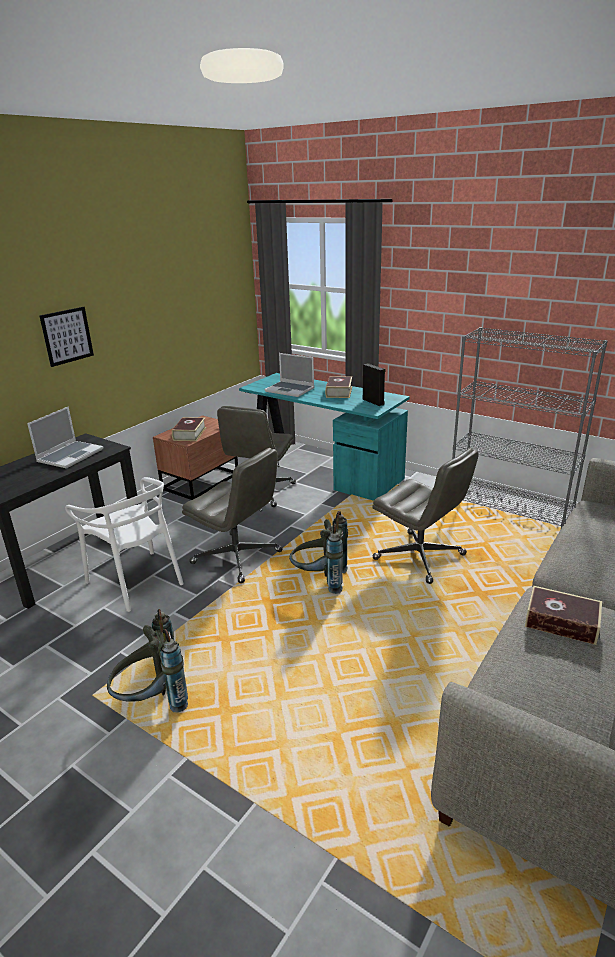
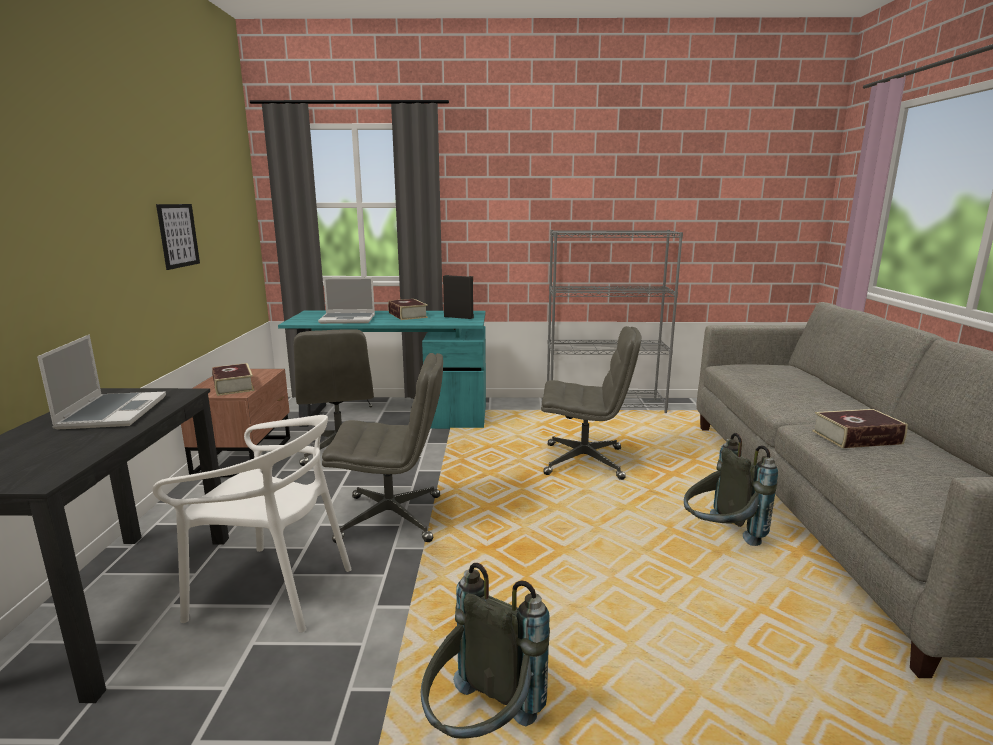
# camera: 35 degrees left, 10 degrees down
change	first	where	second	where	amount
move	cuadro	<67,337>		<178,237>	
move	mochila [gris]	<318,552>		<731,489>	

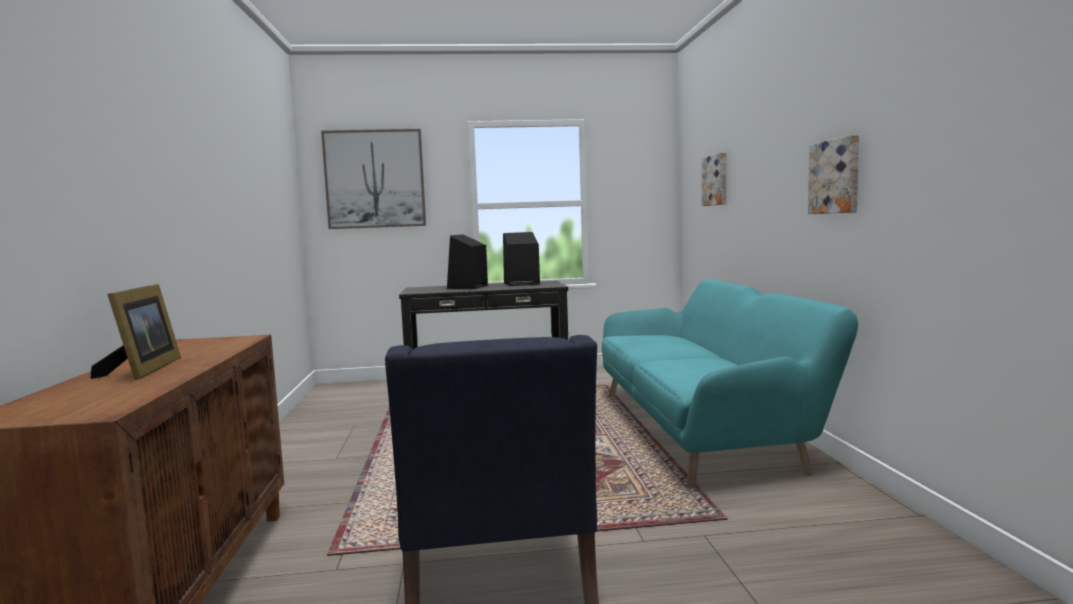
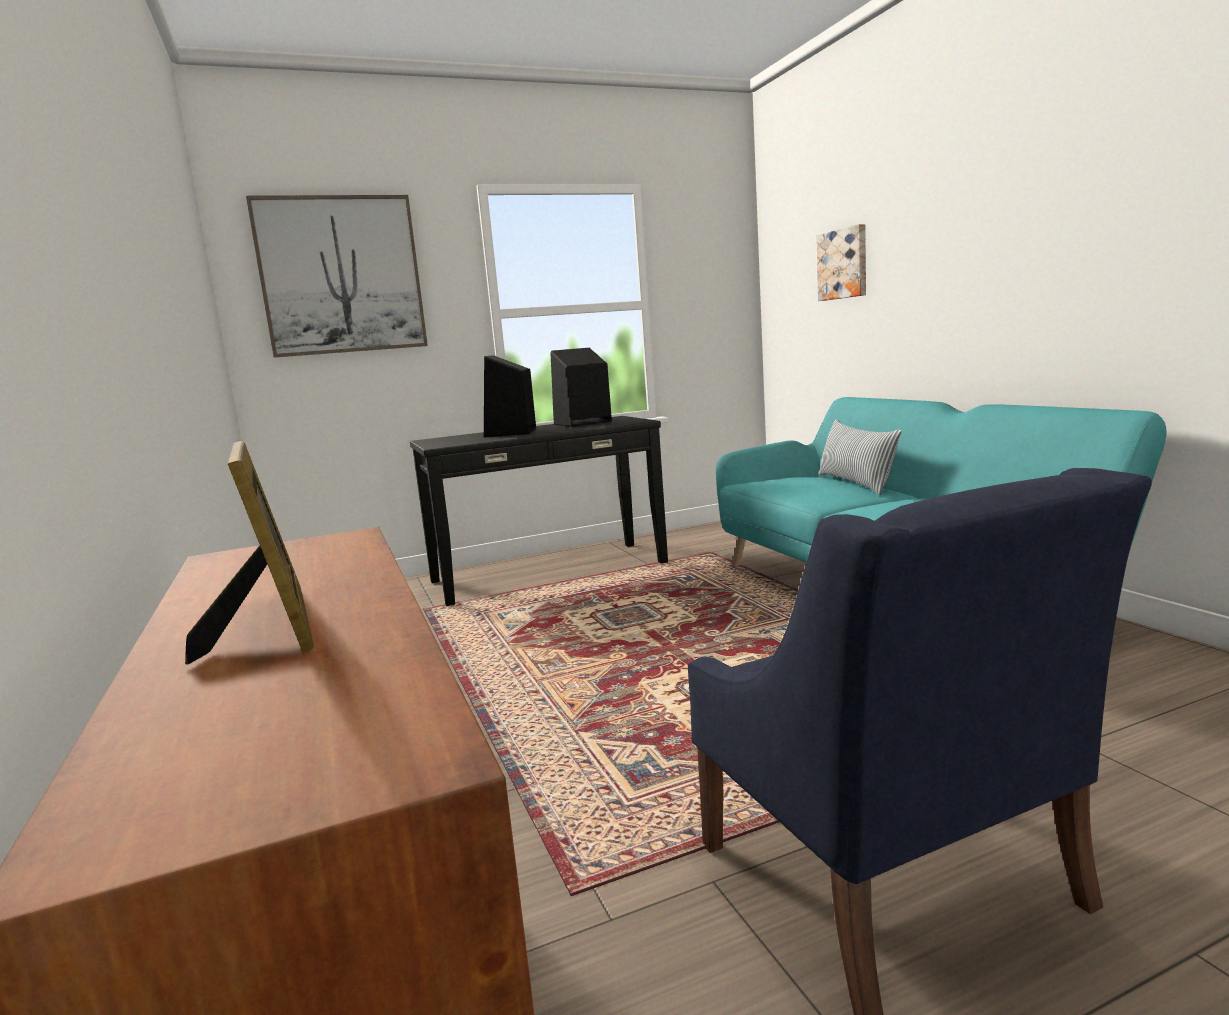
# camera: 15 degrees left, 5 degrees up
change	first	where	second	where	amount
delete	cuadro	<833,174>			
insert			cojín	<860,457>	

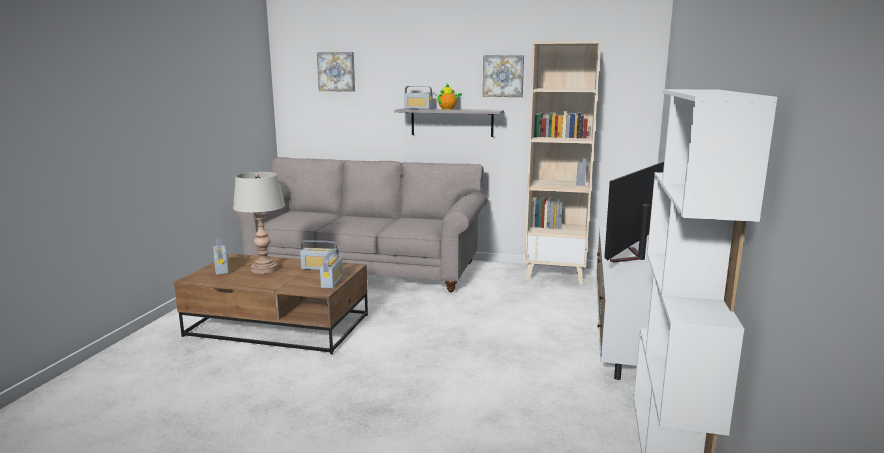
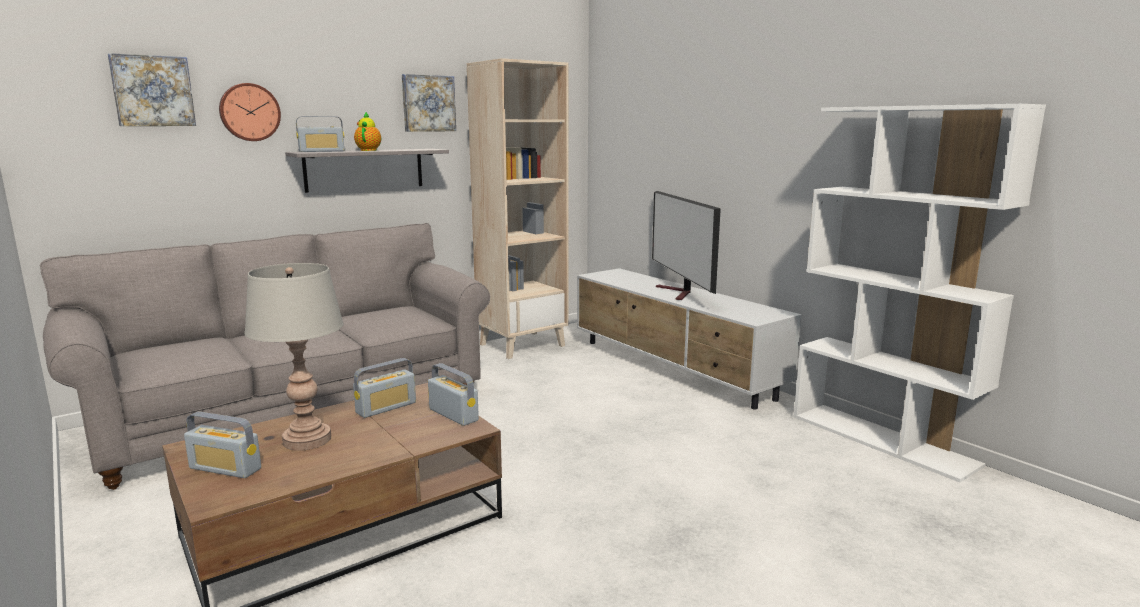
# camera: 50 degrees left, 0 degrees up
change	first	where	second	where	amount
insert			reloj de pared	<250,112>	

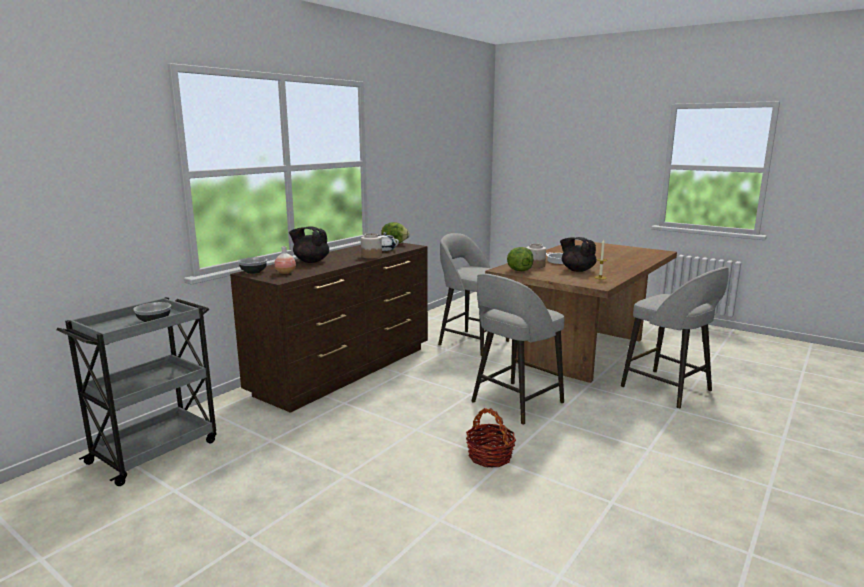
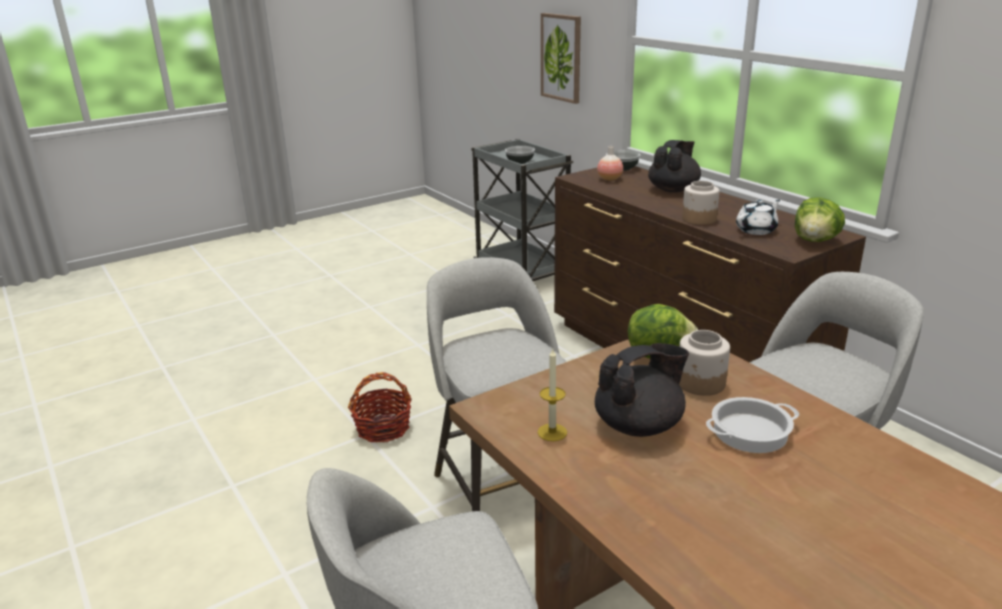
# camera: 110 degrees right, 10 degrees up
change	first	where	second	where	amount
insert			cuadro	<561,58>	

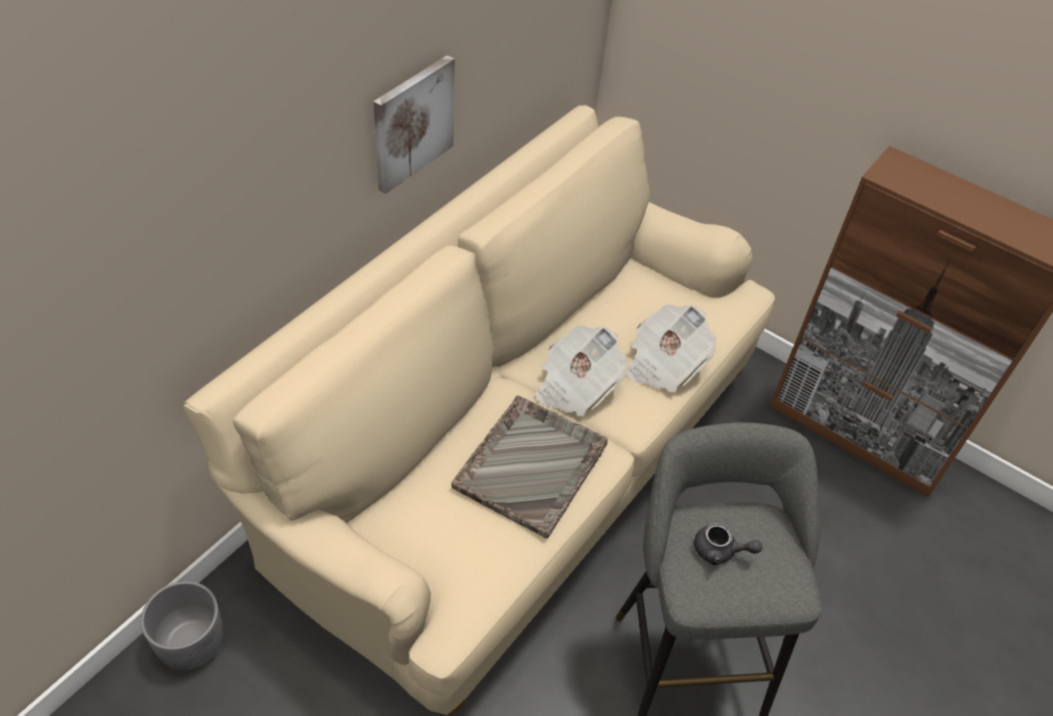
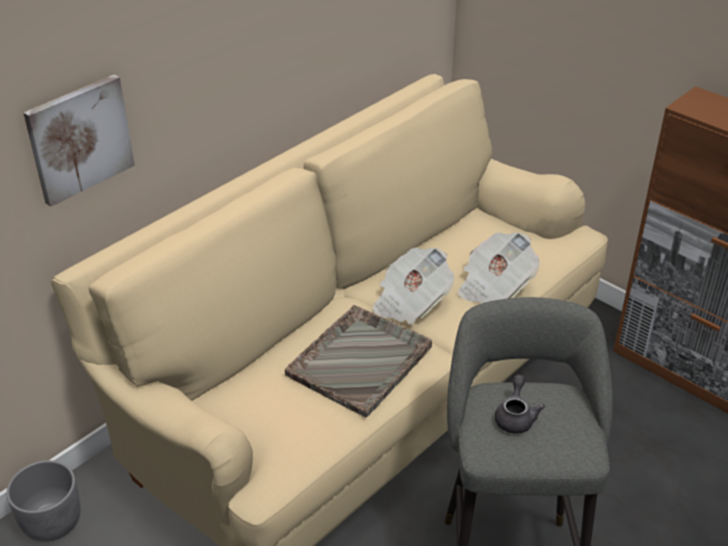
# camera: 10 degrees right, 10 degrees down
change	first	where	second	where	amount
move	cuadro	<414,124>		<79,141>	
rotate	tetera [gris]	<728,544>		<520,404>	105 degrees counterclockwise

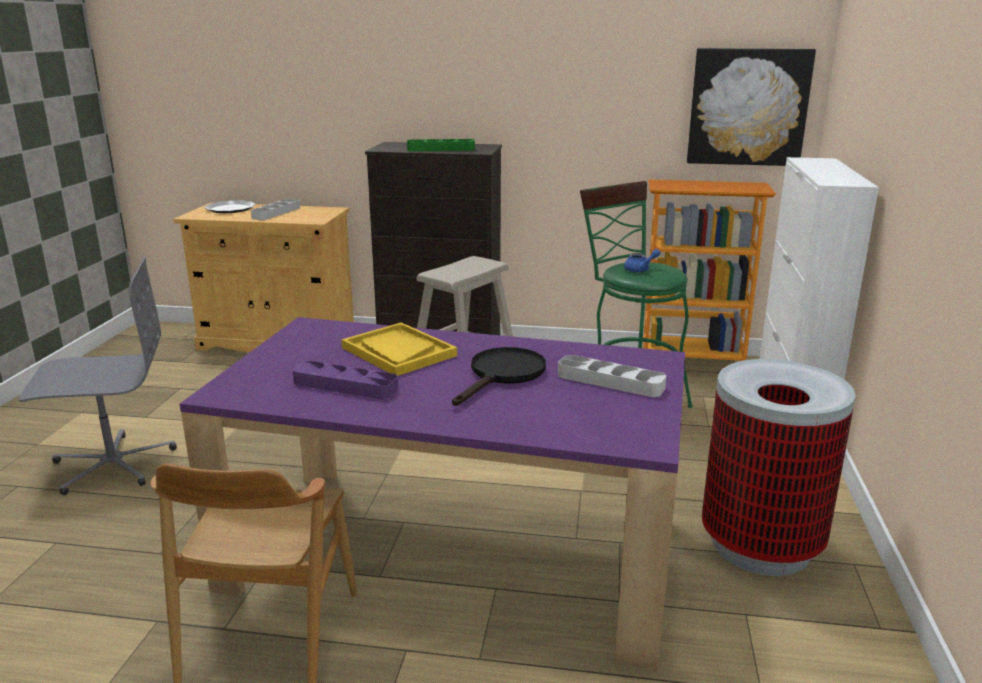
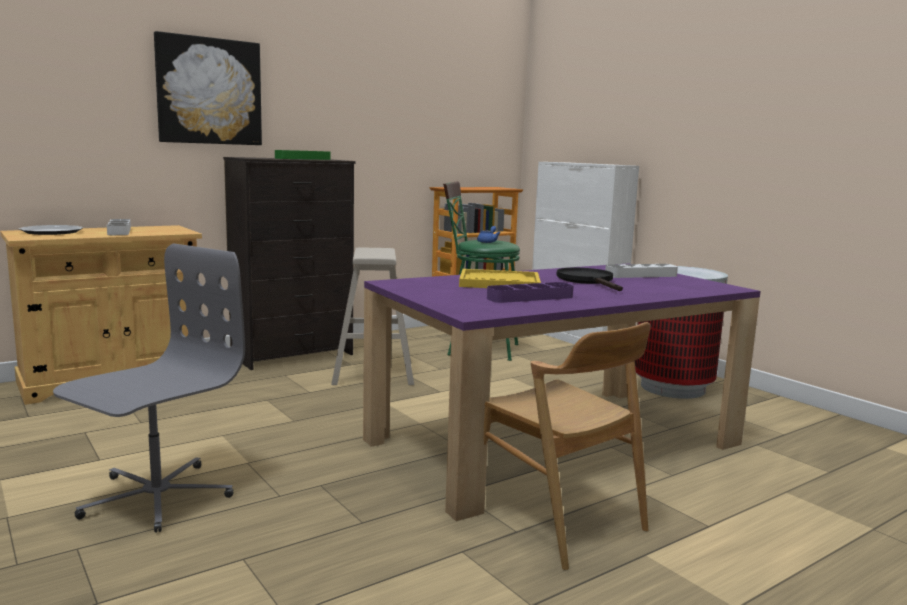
# camera: 45 degrees left, 10 degrees down
change	first	where	second	where	amount
move	cuadro	<751,107>		<208,88>	

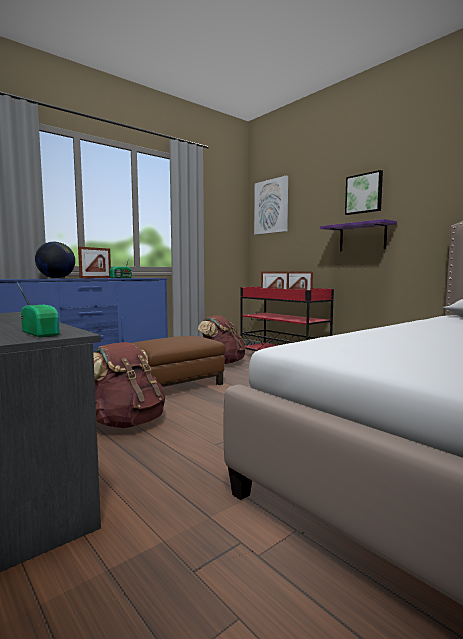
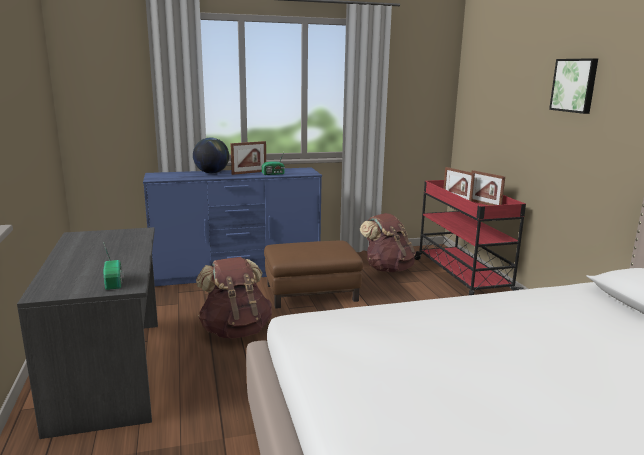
# camera: 25 degrees right, 10 degrees up
change	first	where	second	where	amount
delete	cuadro	<271,205>			
delete	estante [morado]	<358,235>			

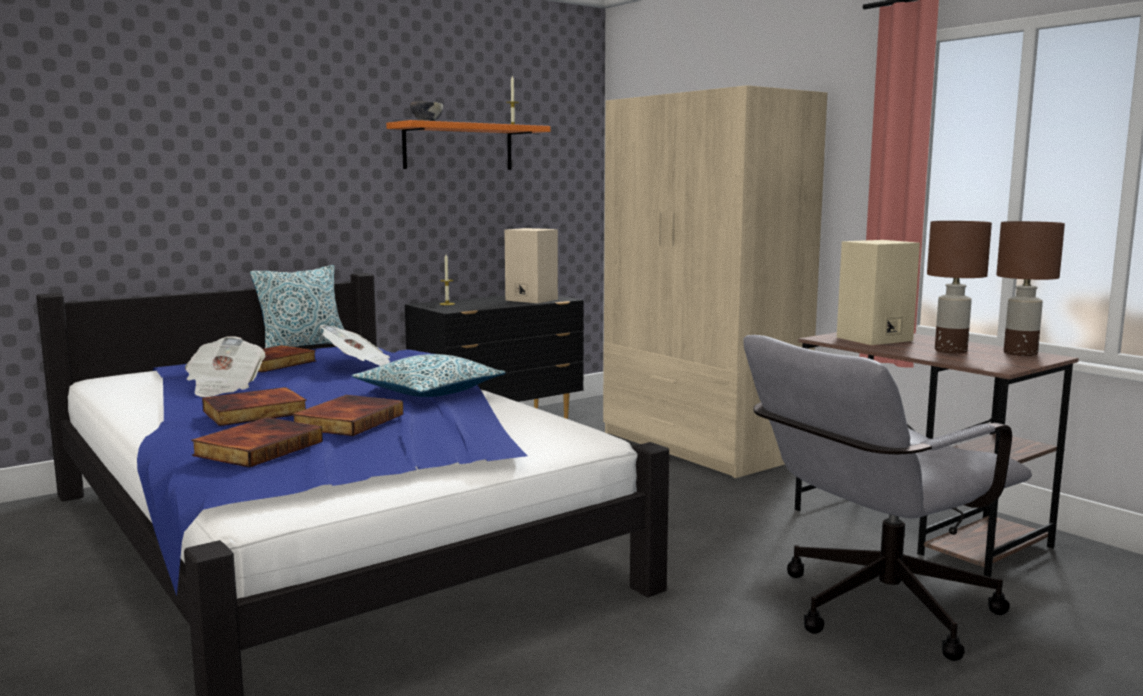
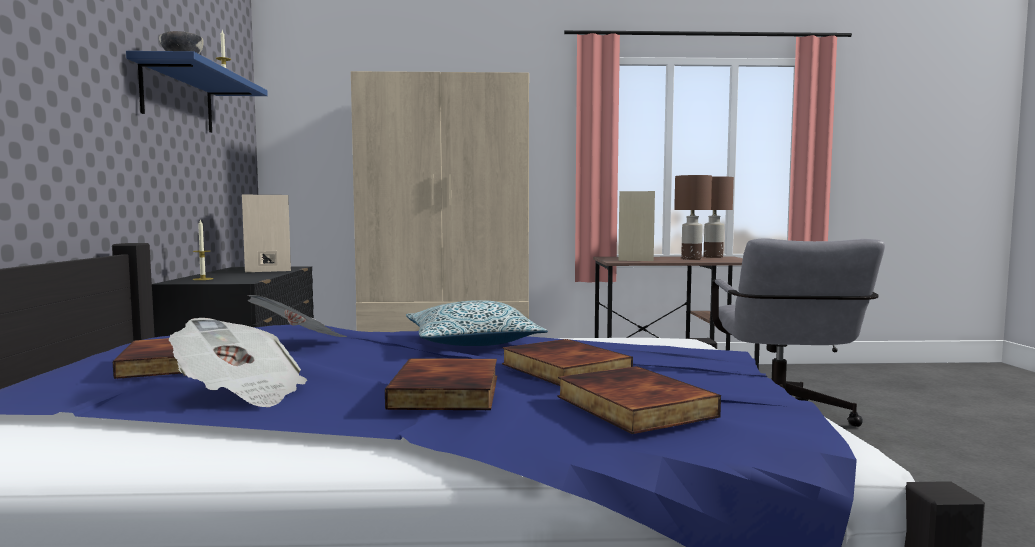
# camera: 55 degrees left, 5 degrees down
change	first	where	second	where	amount
delete	cojín	<297,306>			
recolor	estante [naranja]	<468,145>	estante [azul]	<197,92>	

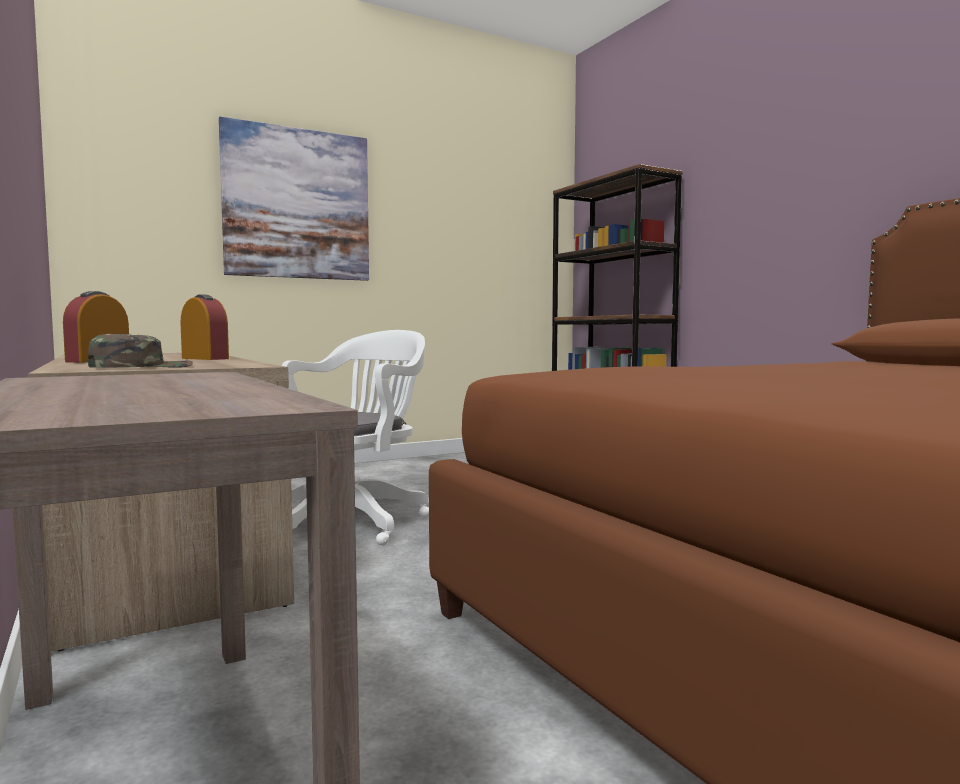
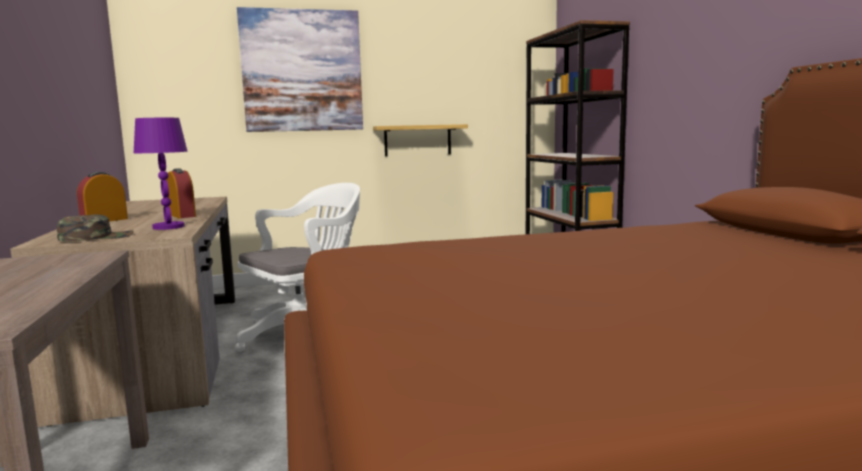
# camera: 15 degrees right, 5 degrees up
change	first	where	second	where	amount
insert			lámpara de mesa [morado]	<161,174>	
insert			estante	<420,140>	

